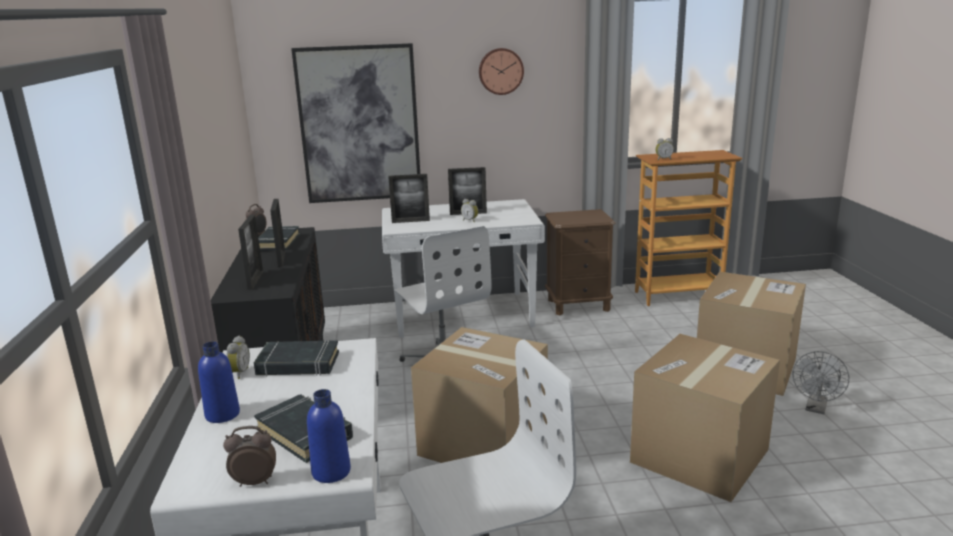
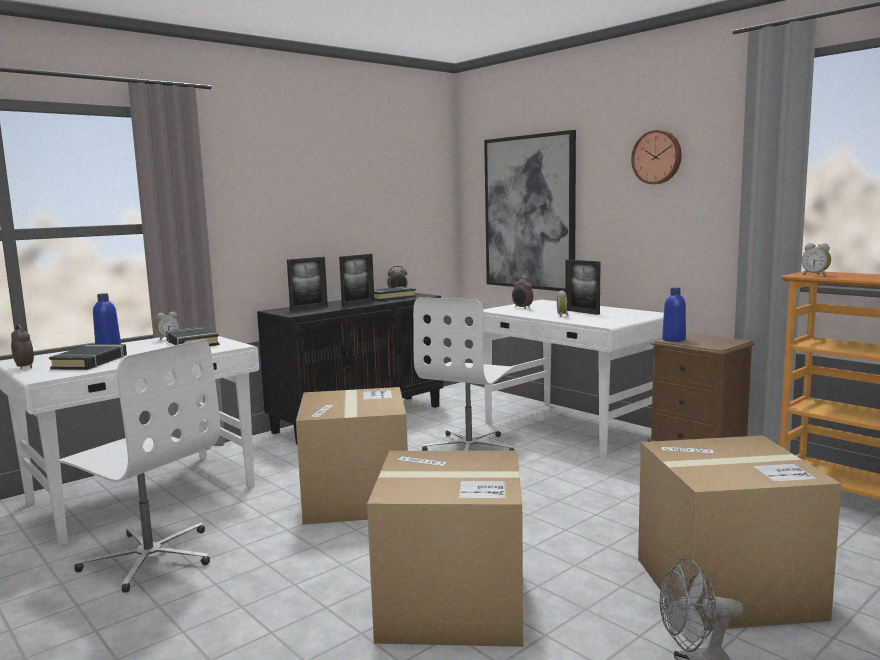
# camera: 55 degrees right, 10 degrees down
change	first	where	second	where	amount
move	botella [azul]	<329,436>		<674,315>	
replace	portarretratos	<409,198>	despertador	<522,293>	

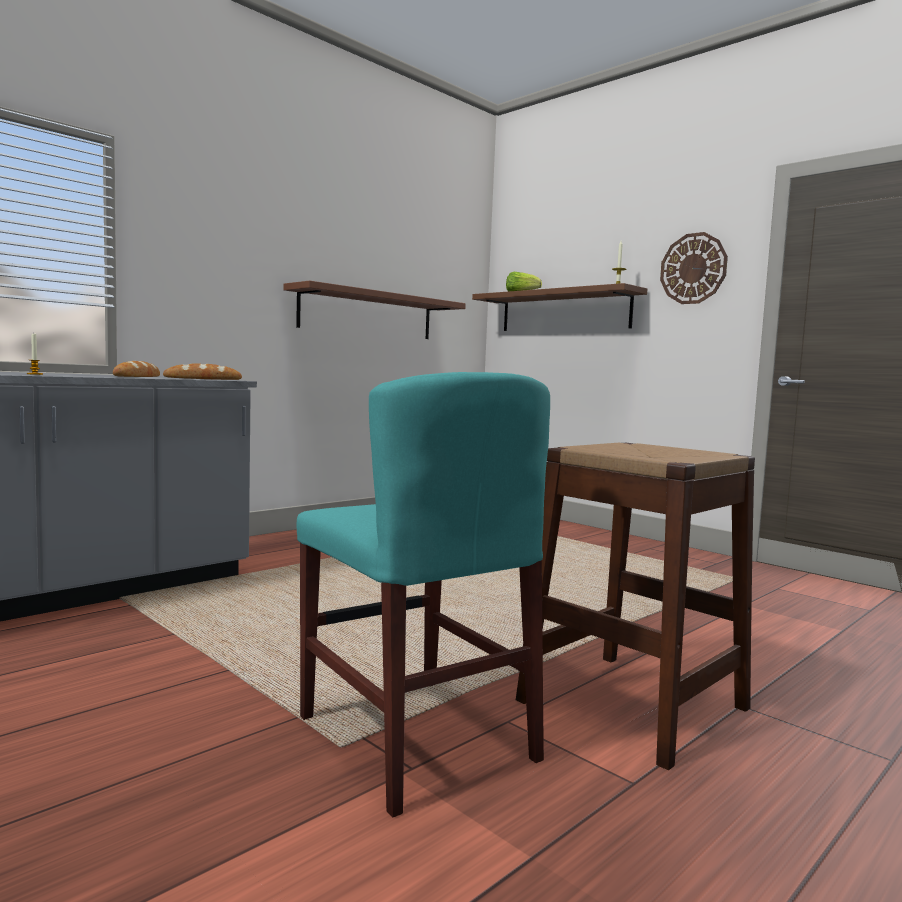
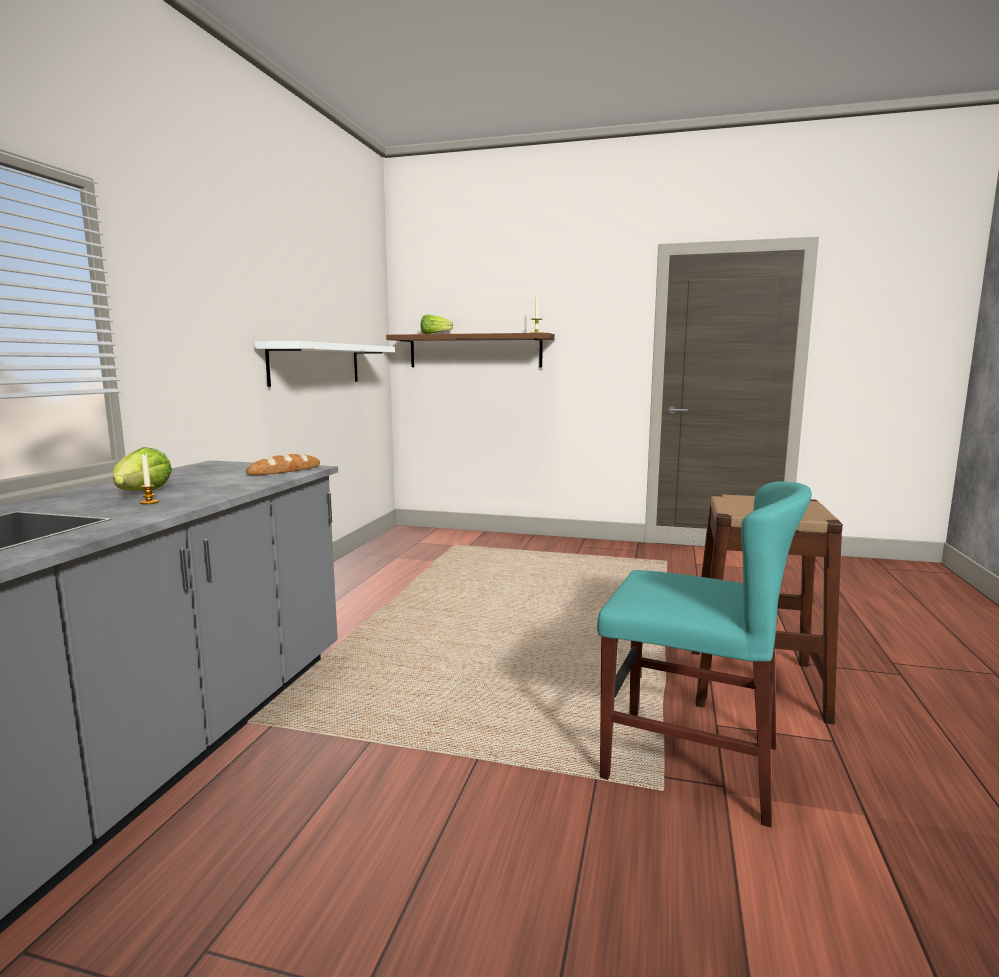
# camera: 30 degrees left, 5 degrees up
change	first	where	second	where	amount
delete	pan	<136,369>			
delete	reloj de pared	<694,268>			
insert			lechuga	<142,469>	
recolor	estante [marrón]	<374,310>	estante [blanco]	<324,364>	

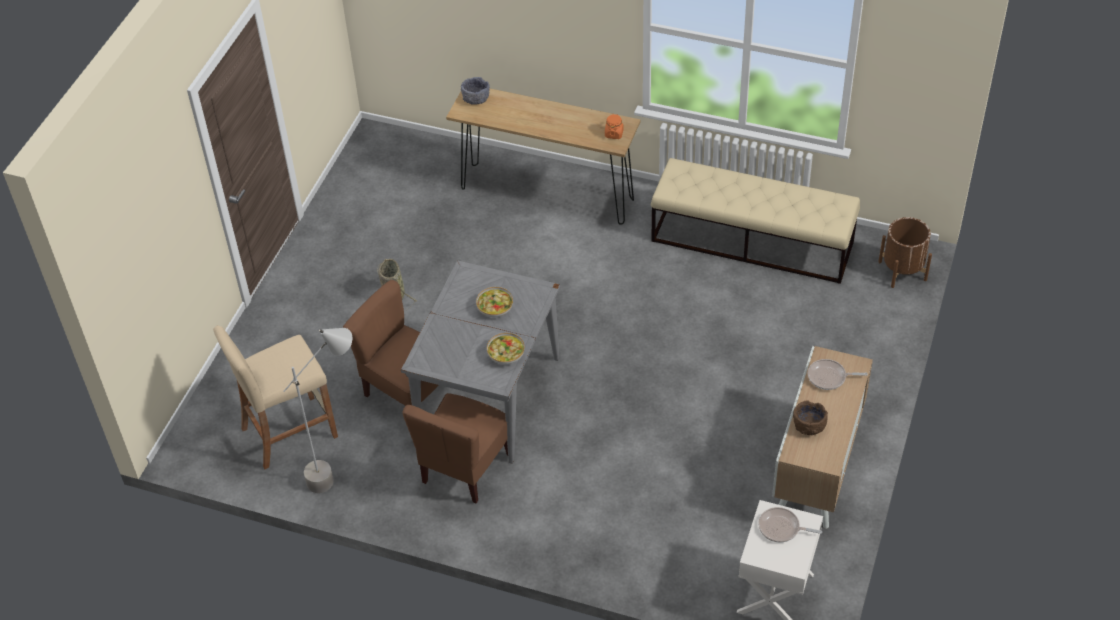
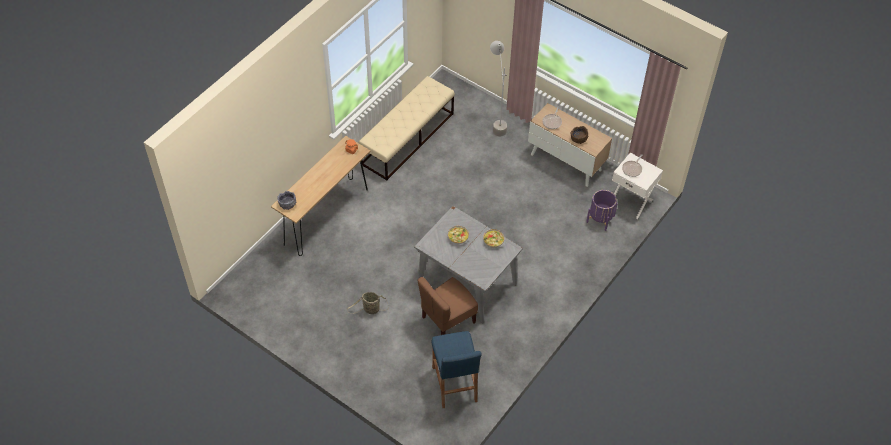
# camera: 75 degrees left, 5 degrees up
change	first	where	second	where	amount
delete	silla [marrón]	<455,448>			
delete	maceta [marrón]	<905,252>			
insert			maceta [morado]	<602,210>	
move	lámpara de pie [gris]	<317,410>		<498,88>	
recolor	taburete [beis]	<275,397>	taburete [azul]	<457,369>	

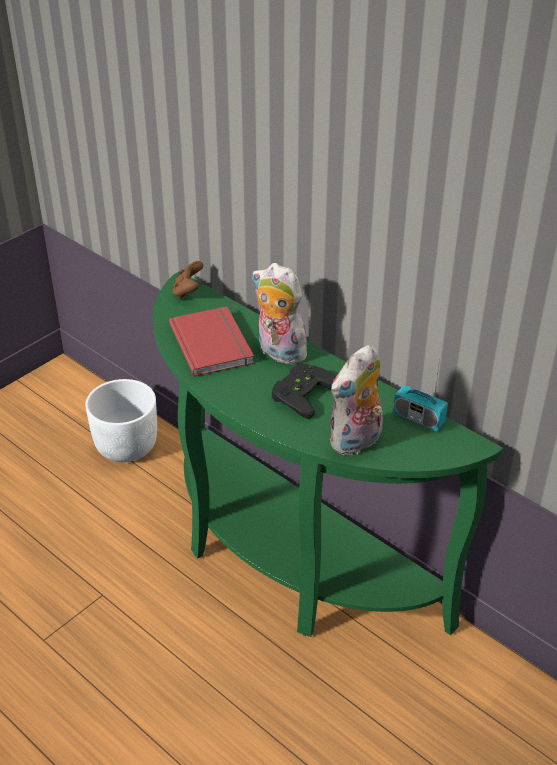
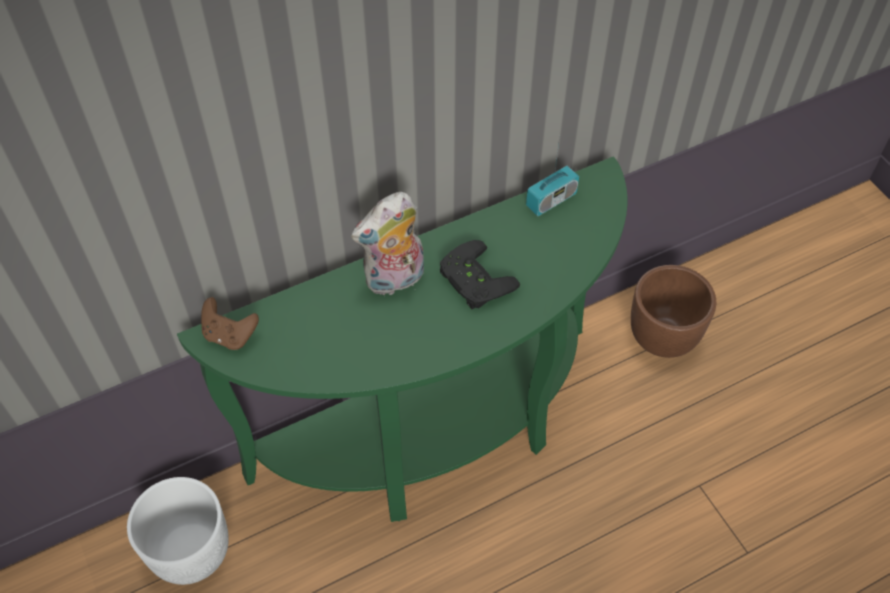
# camera: 70 degrees left, 15 degrees up
change	first	where	second	where	amount
delete	libro [rojo]	<211,342>			
delete	peluche	<356,400>			
insert			maceta [marrón]	<673,311>	

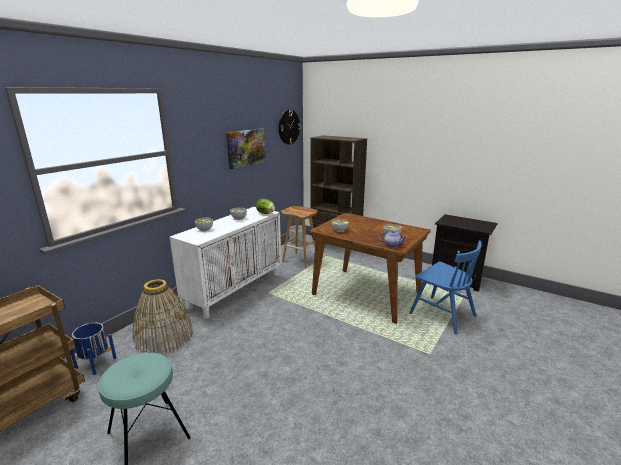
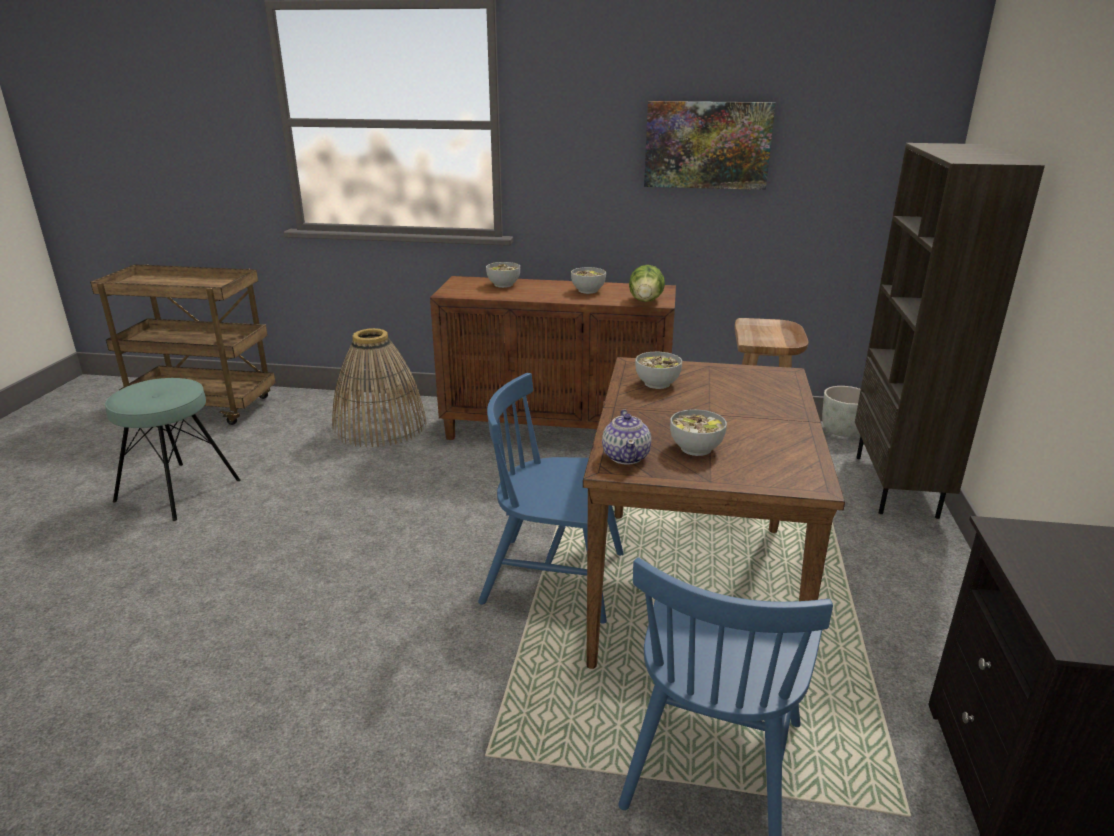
# camera: 65 degrees right, 5 degrees up
change	first	where	second	where	amount
delete	maceta [azul]	<93,348>			
delete	reloj de pared	<290,127>			
insert			silla [azul]	<551,498>	
recolor	armario [blanco]	<225,263>	armario [marrón]	<553,358>	

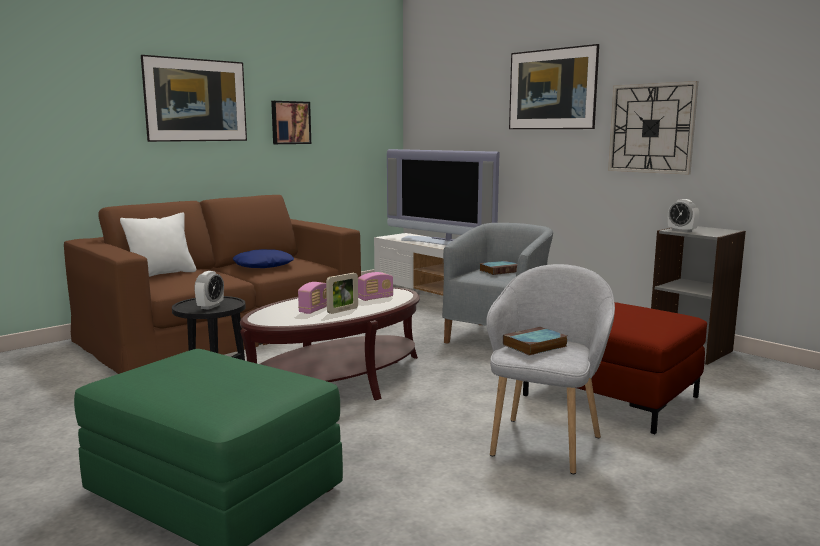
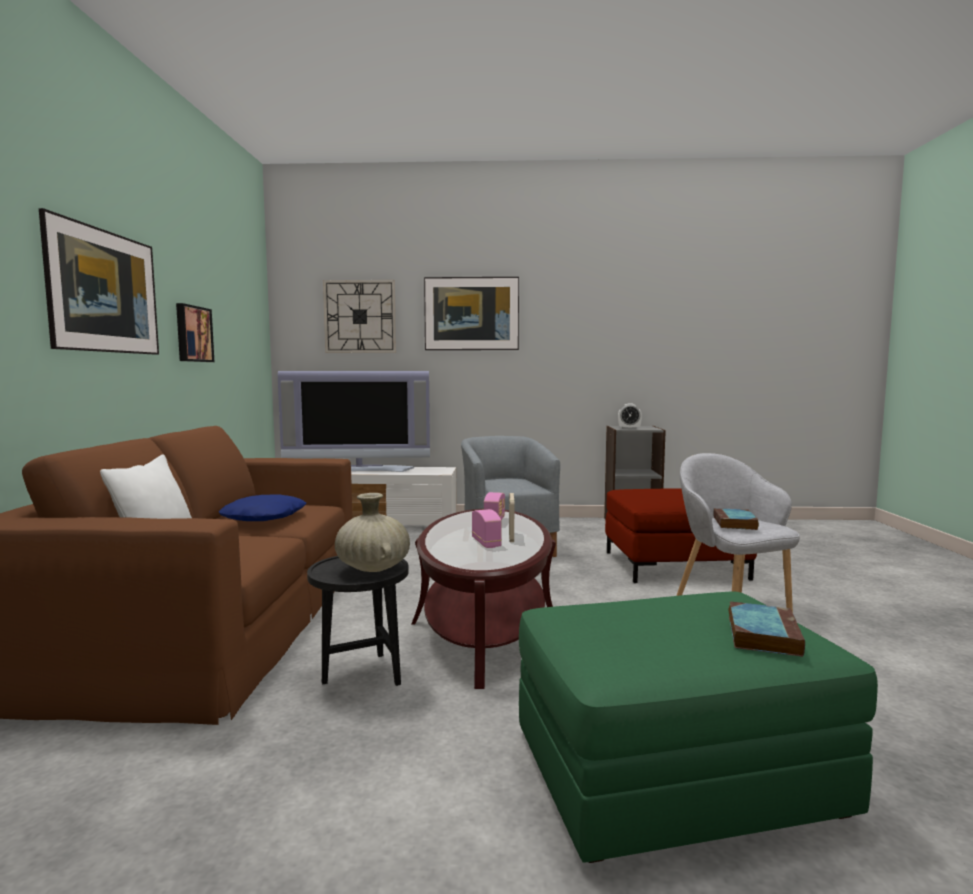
# camera: 45 degrees left, 5 degrees down
change	first	where	second	where	amount
move	libro	<498,268>		<767,629>	
move	reloj de pared	<653,128>		<359,316>	
replace	despertador	<209,290>	florero [beis]	<372,532>	

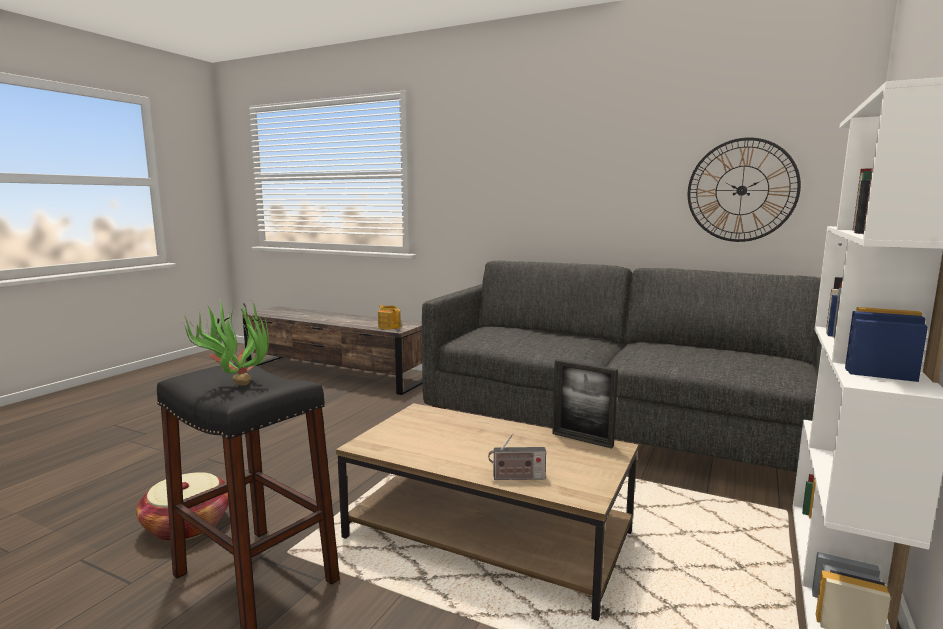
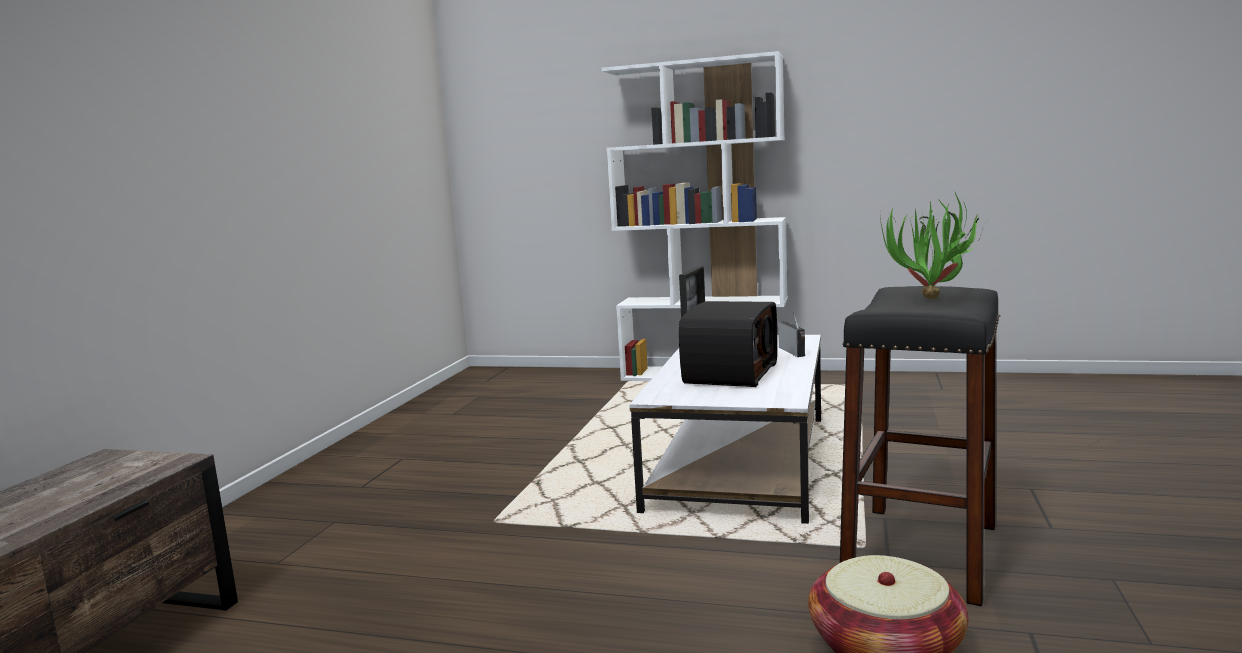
# camera: 100 degrees left, 0 degrees up
change	first	where	second	where	amount
delete	tetera	<389,317>			
delete	sofá [gris]	<622,366>			
delete	reloj de pared	<744,189>			
insert			radio	<728,344>	
recolor	mesa de centro [marrón]	<487,512>	mesa de centro [blanco]	<725,429>	

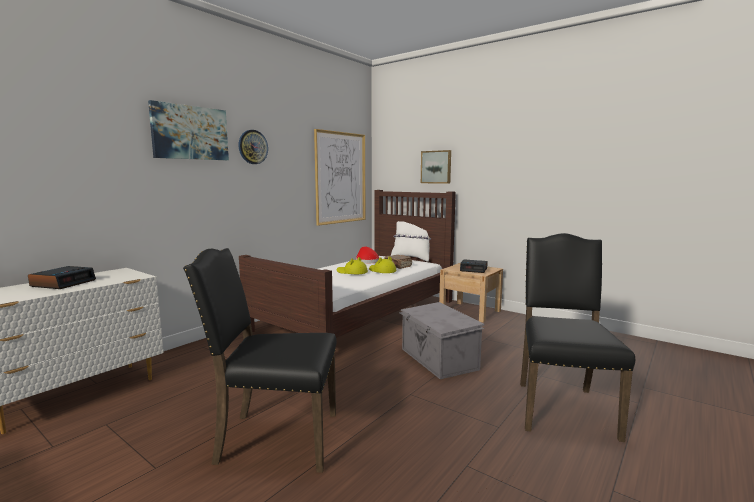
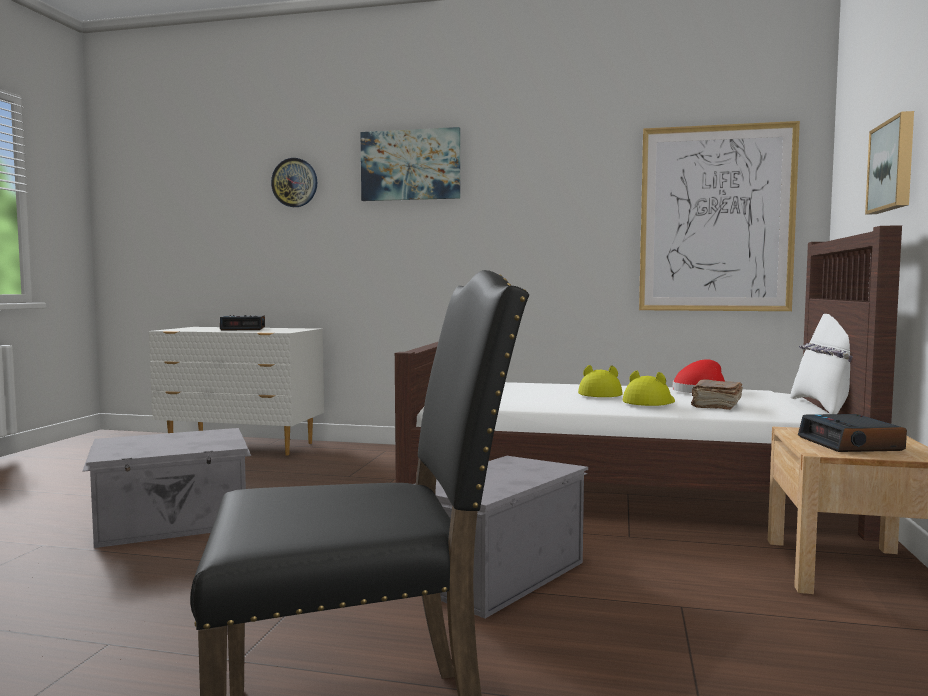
# camera: 65 degrees right, 5 degrees down
change	first	where	second	where	amount
move	reloj de pared	<253,147>		<294,182>	
replace	silla [negro]	<259,360>	caja de almacenaje [gris]	<167,488>	

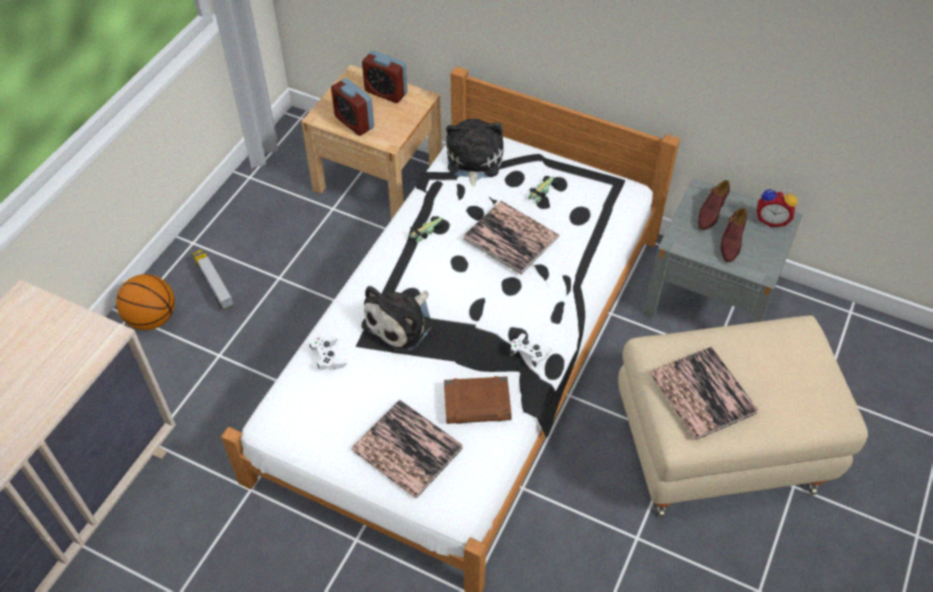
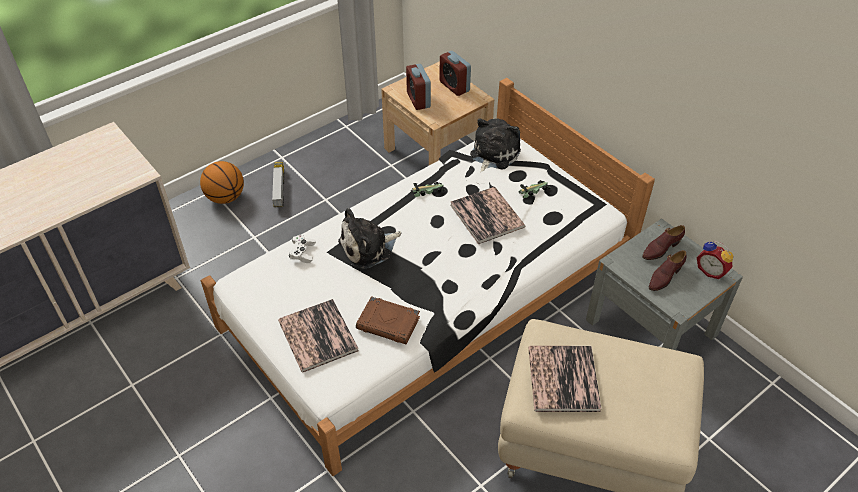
# camera: 25 degrees right, 5 degrees down
change	first	where	second	where	amount
delete	mando de consola [blanco]	<531,350>			

